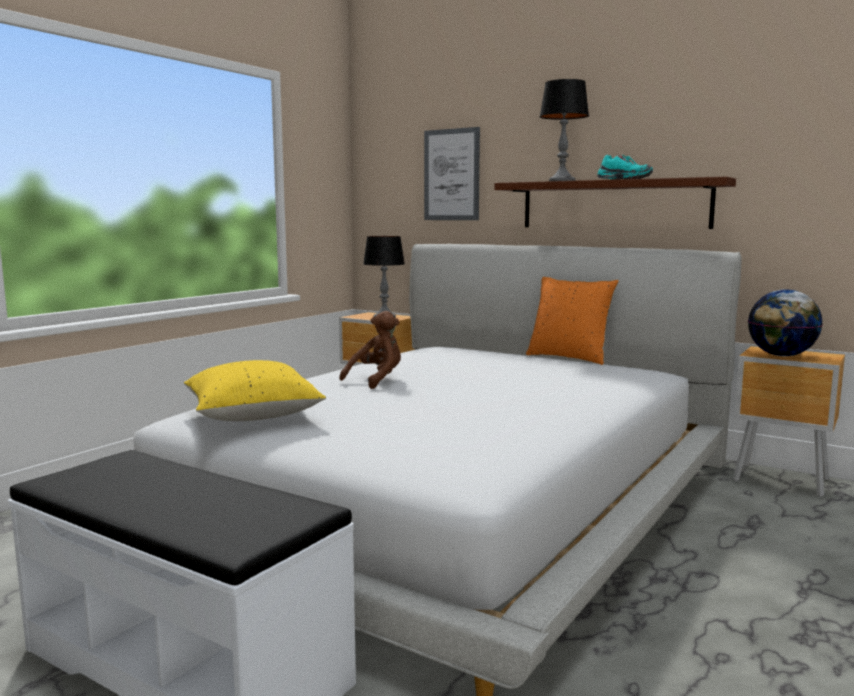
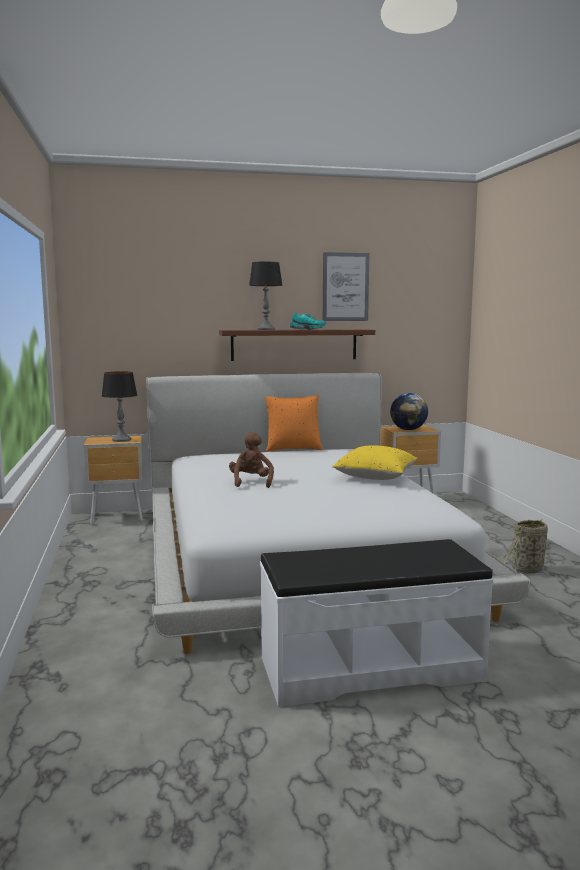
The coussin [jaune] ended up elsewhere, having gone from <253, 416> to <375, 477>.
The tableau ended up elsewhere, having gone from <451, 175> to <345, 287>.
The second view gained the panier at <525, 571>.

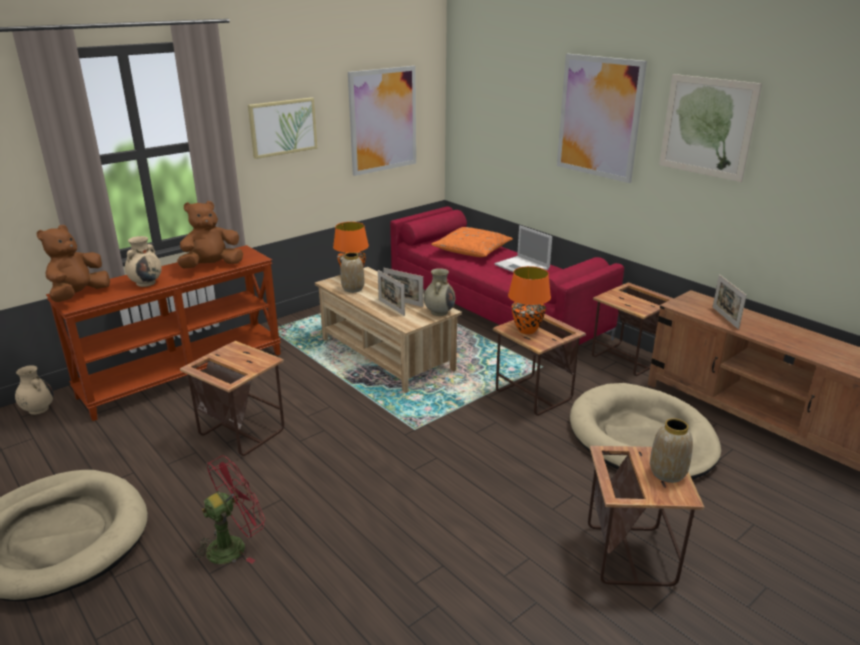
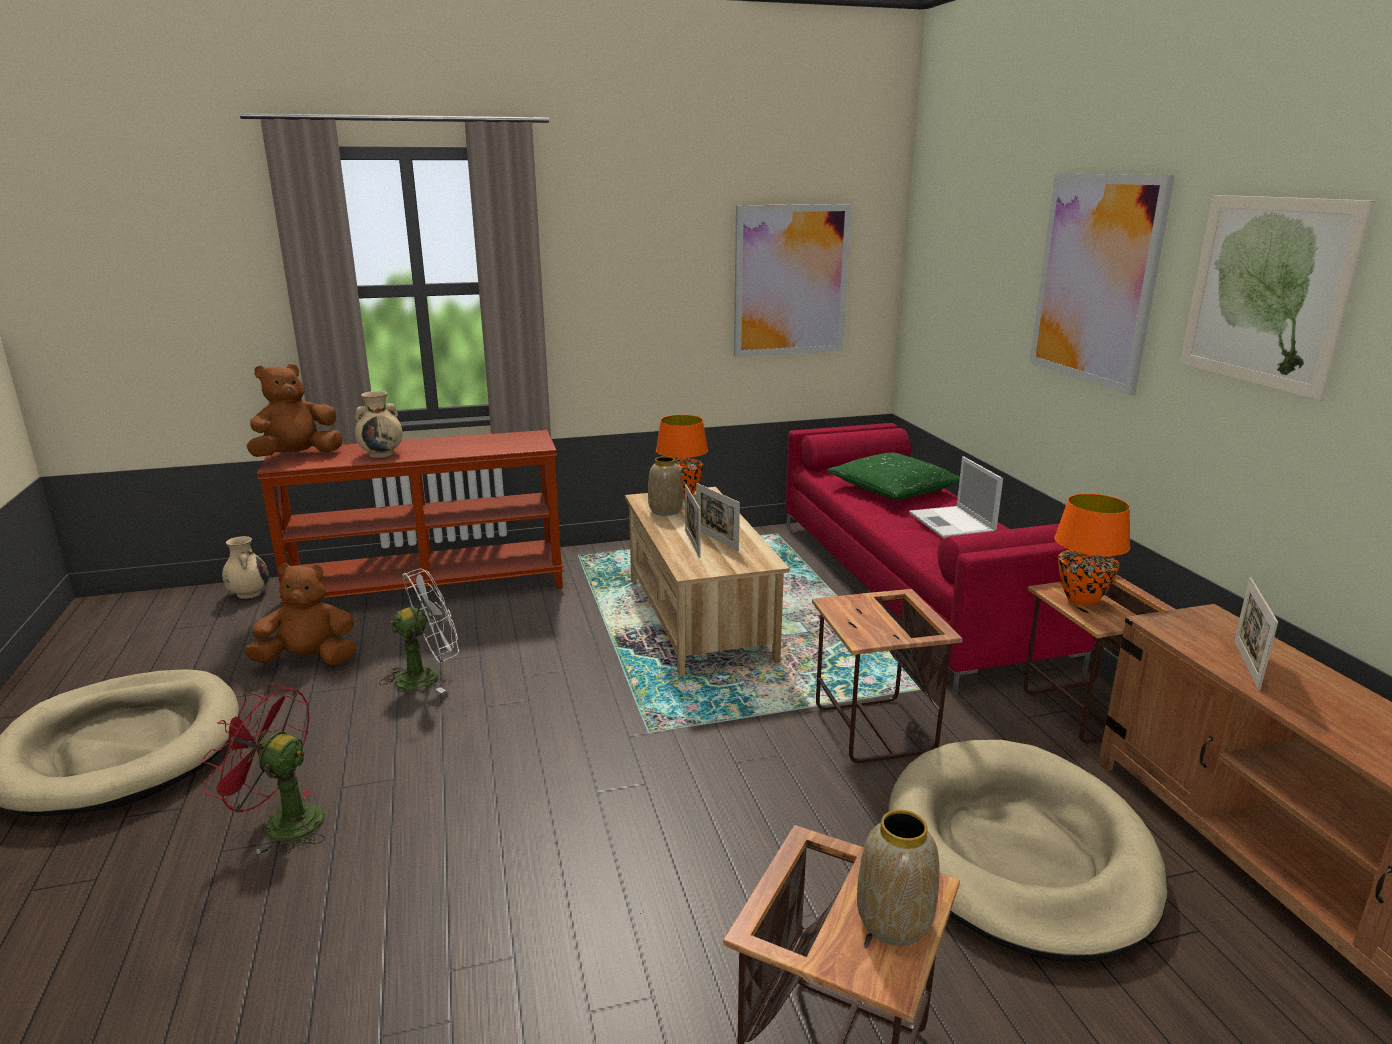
The peluche [marron] ended up elsewhere, having gone from <211, 266> to <309, 660>.
Where the table d'appoint stood at <241, 432>, the ventilateur [blanc] came to stand at <426, 676>.
The ventilateur [rouge] at <233, 545> ended up facing another way, 150 degrees counterclockwise from before.
The second view lost the tableau at <283, 127>.
The second view lost the vase [beige] at <439, 312>.
What was the coussin [orange] at <472, 250> turned into the coussin [vert] at <893, 489>.
The lampe de table [orange] ended up elsewhere, having gone from <527, 330> to <1082, 599>.

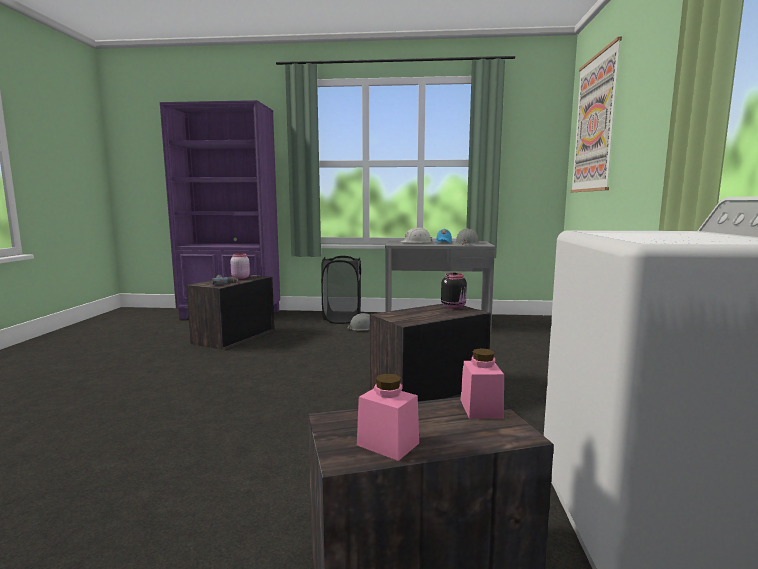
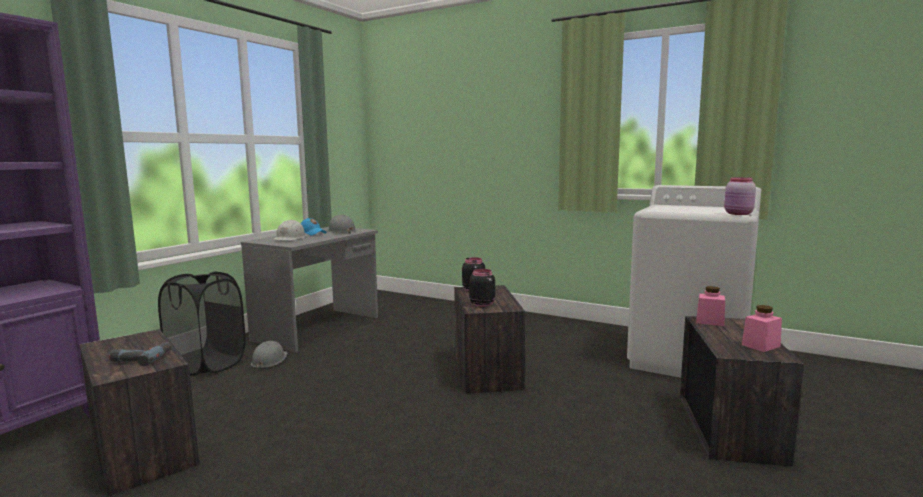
The bocal [rose] ended up elsewhere, having gone from <240, 278> to <738, 214>.
The second view lost the tableau at <594, 124>.
The second view gained the bocal [noir] at <482, 304>.

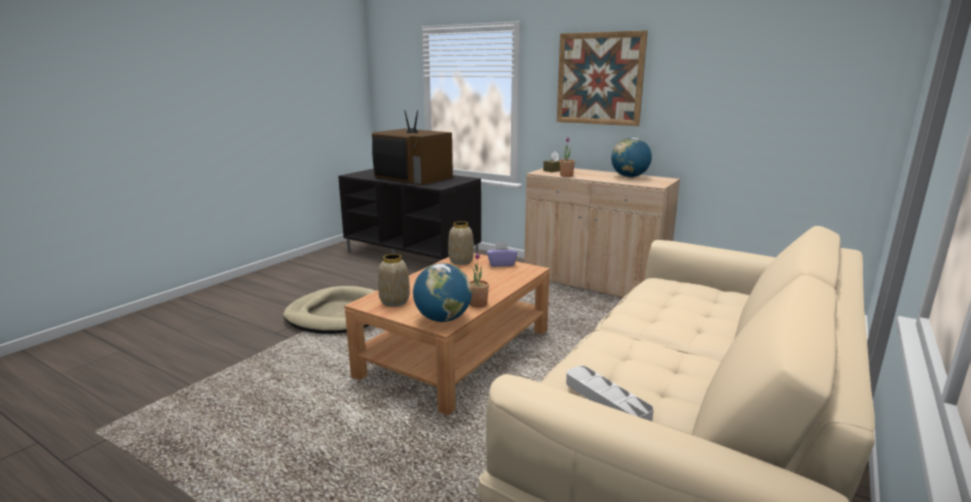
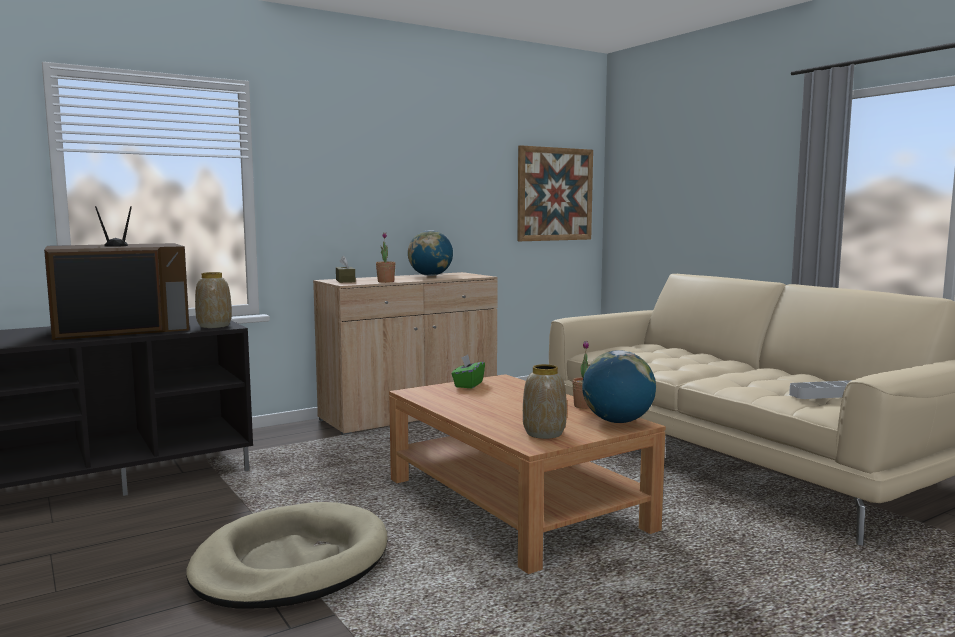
The vase ended up elsewhere, having gone from <461, 261> to <214, 326>.
What was the boîte à mouchoirs [violet] at <501, 264> turned into the boîte à mouchoirs [vert] at <468, 384>.
The tableau ended up elsewhere, having gone from <599, 79> to <555, 194>.

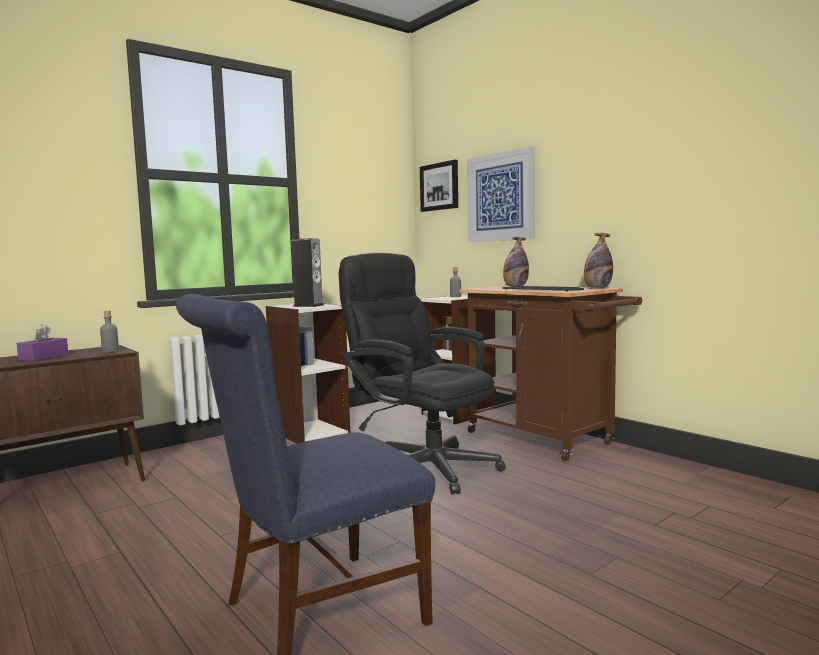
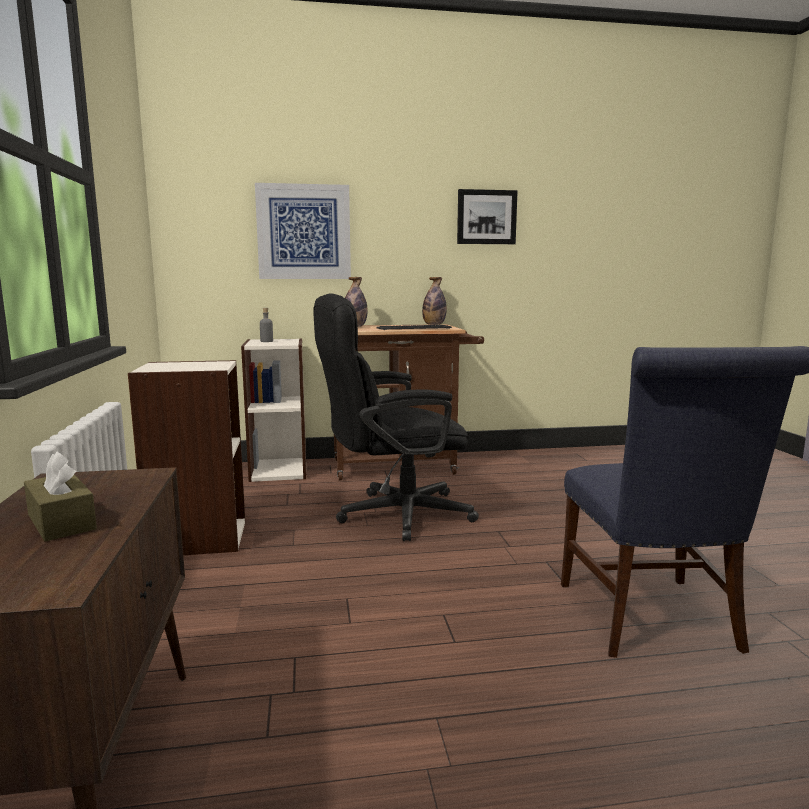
What was the boîte à mouchoirs [violet] at <44, 357> turned into the boîte à mouchoirs [marron] at <61, 522>.
The second view lost the bouteille [gris] at <110, 351>.
The second view lost the enceinte at <308, 305>.
The tableau ended up elsewhere, having gone from <439, 186> to <486, 217>.

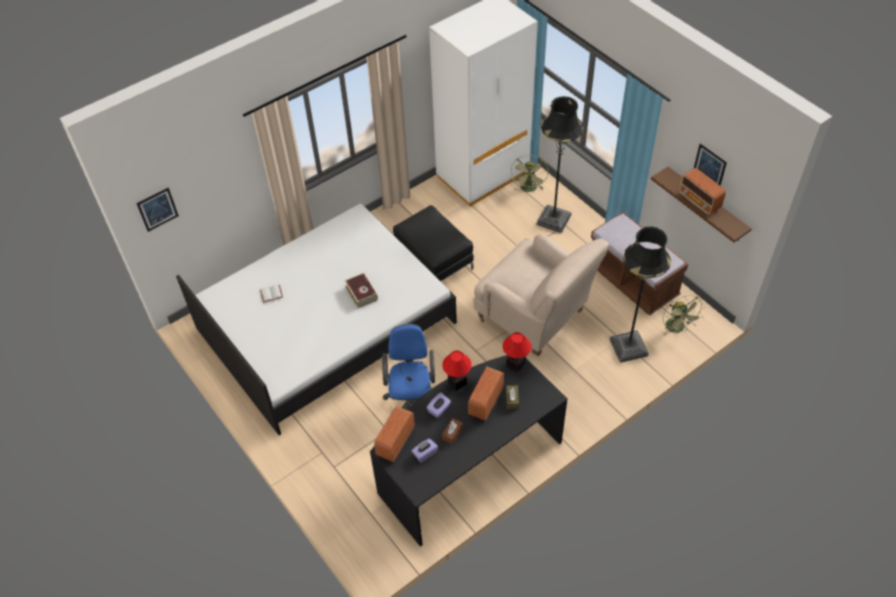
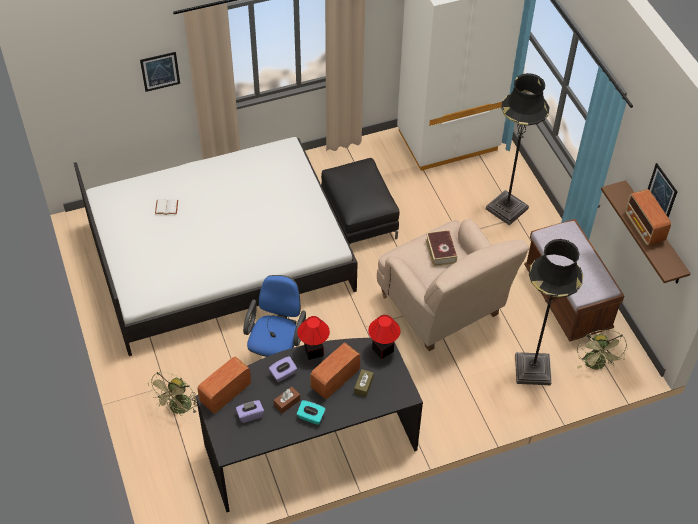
The tableau ended up elsewhere, having gone from <157, 209> to <160, 71>.
The livre ended up elsewhere, having gone from <361, 293> to <440, 251>.
The ventilateur [vert] ended up elsewhere, having gone from <529, 189> to <178, 409>.
The second view gained the boîte à mouchoirs [turquoise] at <311, 417>.

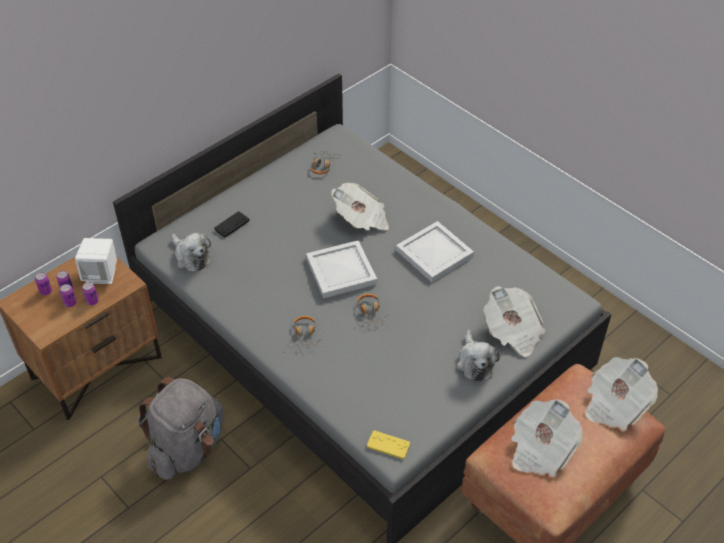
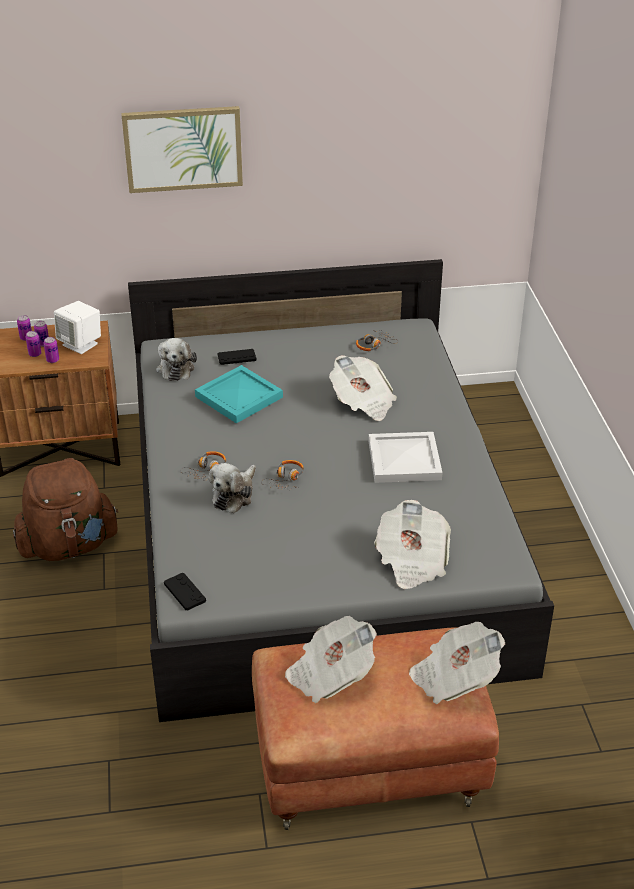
What was the sac à dos [gris] at <187, 448> turned into the sac à dos [marron] at <69, 545>.
The second view lost the plateau [blanc] at <340, 272>.
What was the manette [jaune] at <388, 445> turned into the manette [noir] at <184, 592>.
The peluche ended up elsewhere, having gone from <474, 362> to <234, 495>.
The second view gained the tableau at <183, 148>.
The second view gained the plateau [turquoise] at <237, 397>.

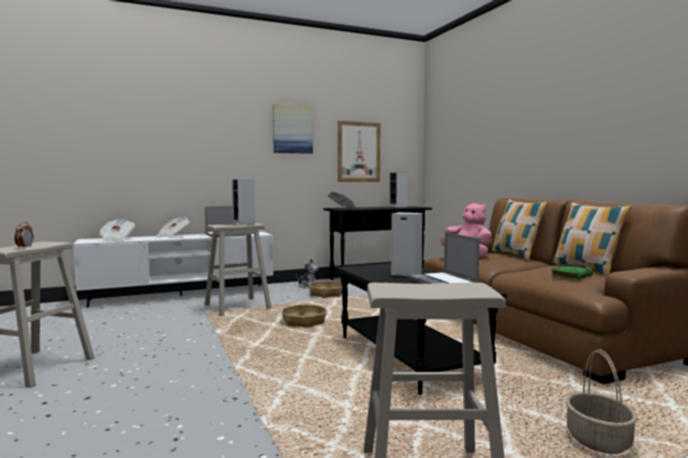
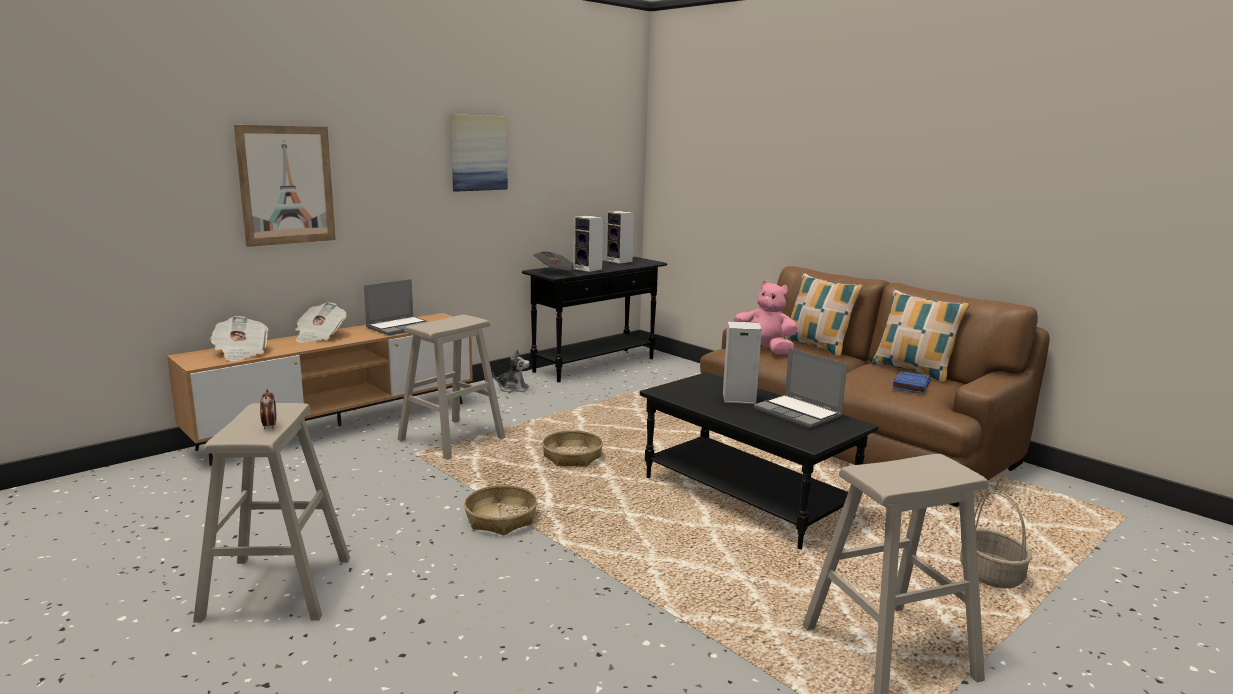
What was the meuble télé [blanc] at <181, 295> turned into the meuble télé [marron] at <340, 425>.
The enceinte ended up elsewhere, having gone from <244, 224> to <588, 269>.
The panier ended up elsewhere, having gone from <326, 294> to <501, 519>.
The tableau ended up elsewhere, having gone from <359, 152> to <286, 185>.
What was the livre [vert] at <572, 275> turned into the livre [bleu] at <911, 385>.

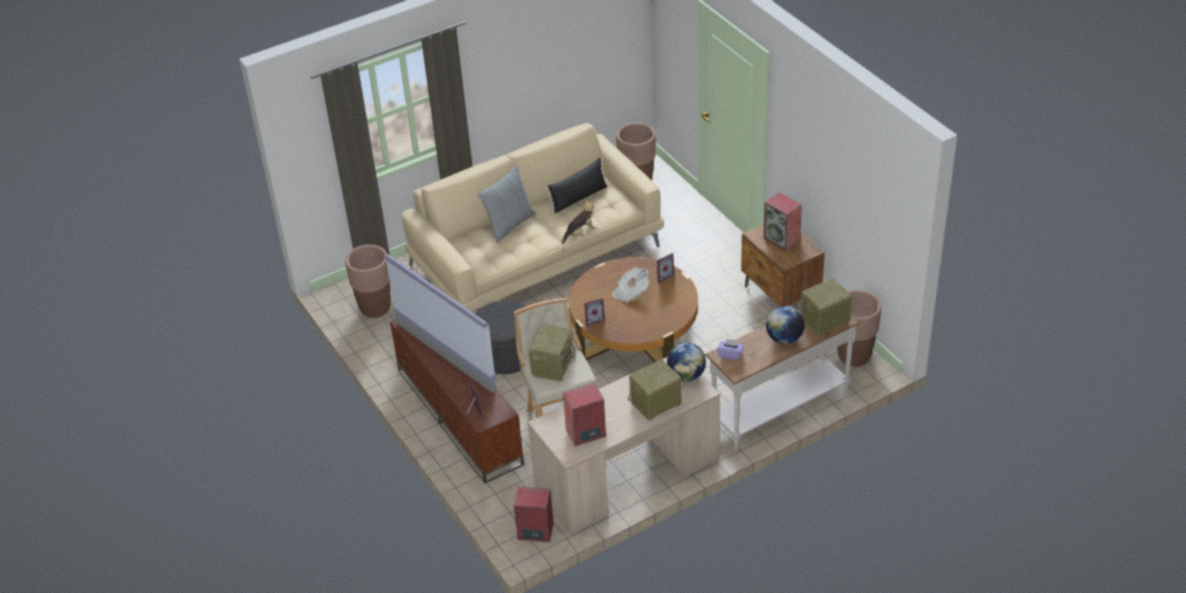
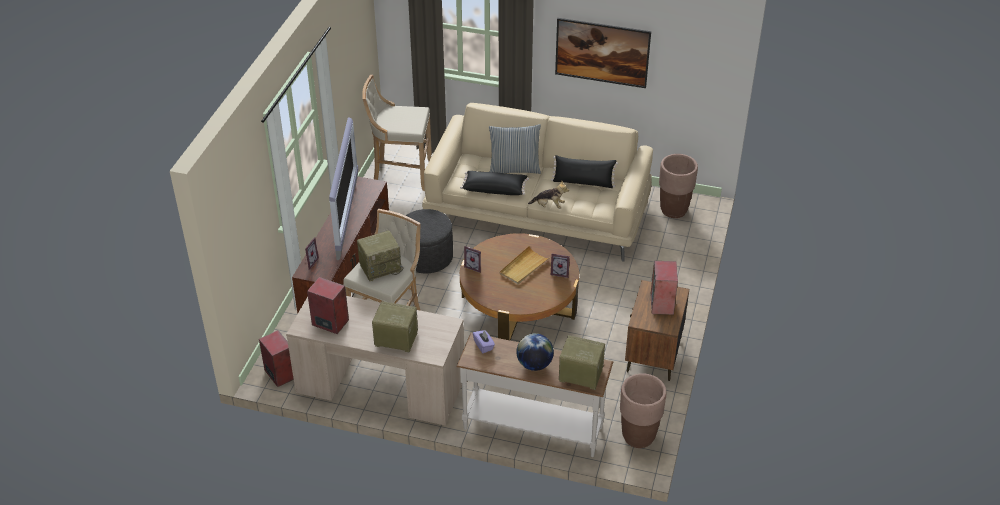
Where the cache-pot [marron] stood at <375, 308>, the tabouret [beige] came to stand at <400, 174>.
Where the journal stood at <630, 292>, the plateau [beige] came to stand at <523, 267>.
The second view lost the globe at <686, 375>.
The second view gained the coussin [noir] at <494, 189>.
The second view gained the tableau at <601, 66>.

